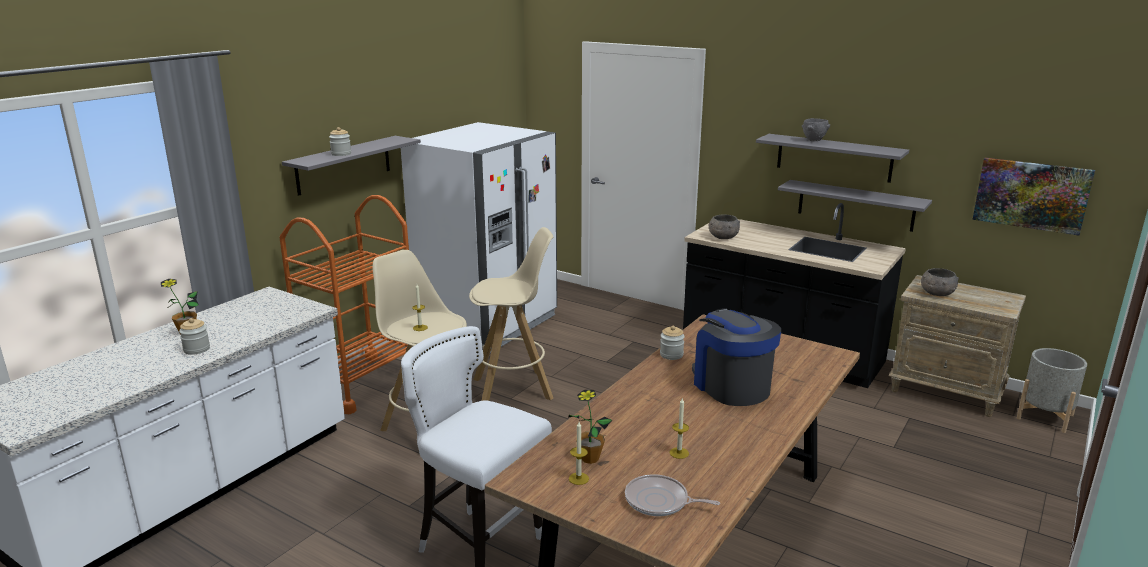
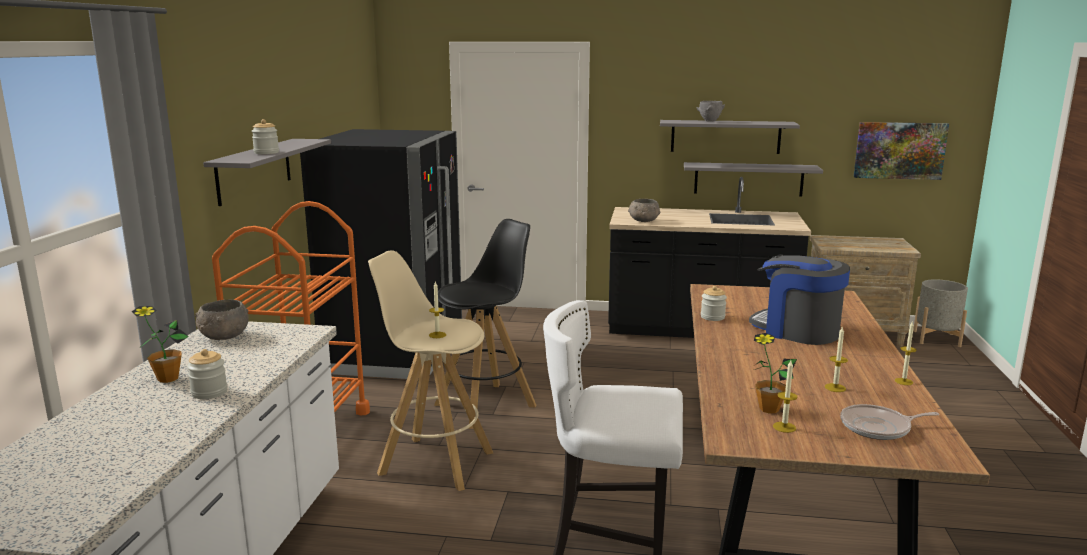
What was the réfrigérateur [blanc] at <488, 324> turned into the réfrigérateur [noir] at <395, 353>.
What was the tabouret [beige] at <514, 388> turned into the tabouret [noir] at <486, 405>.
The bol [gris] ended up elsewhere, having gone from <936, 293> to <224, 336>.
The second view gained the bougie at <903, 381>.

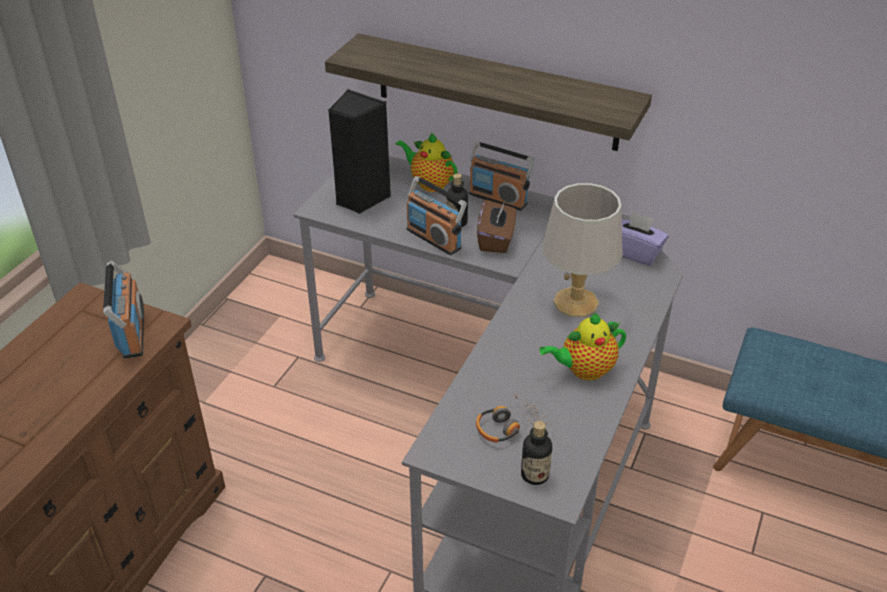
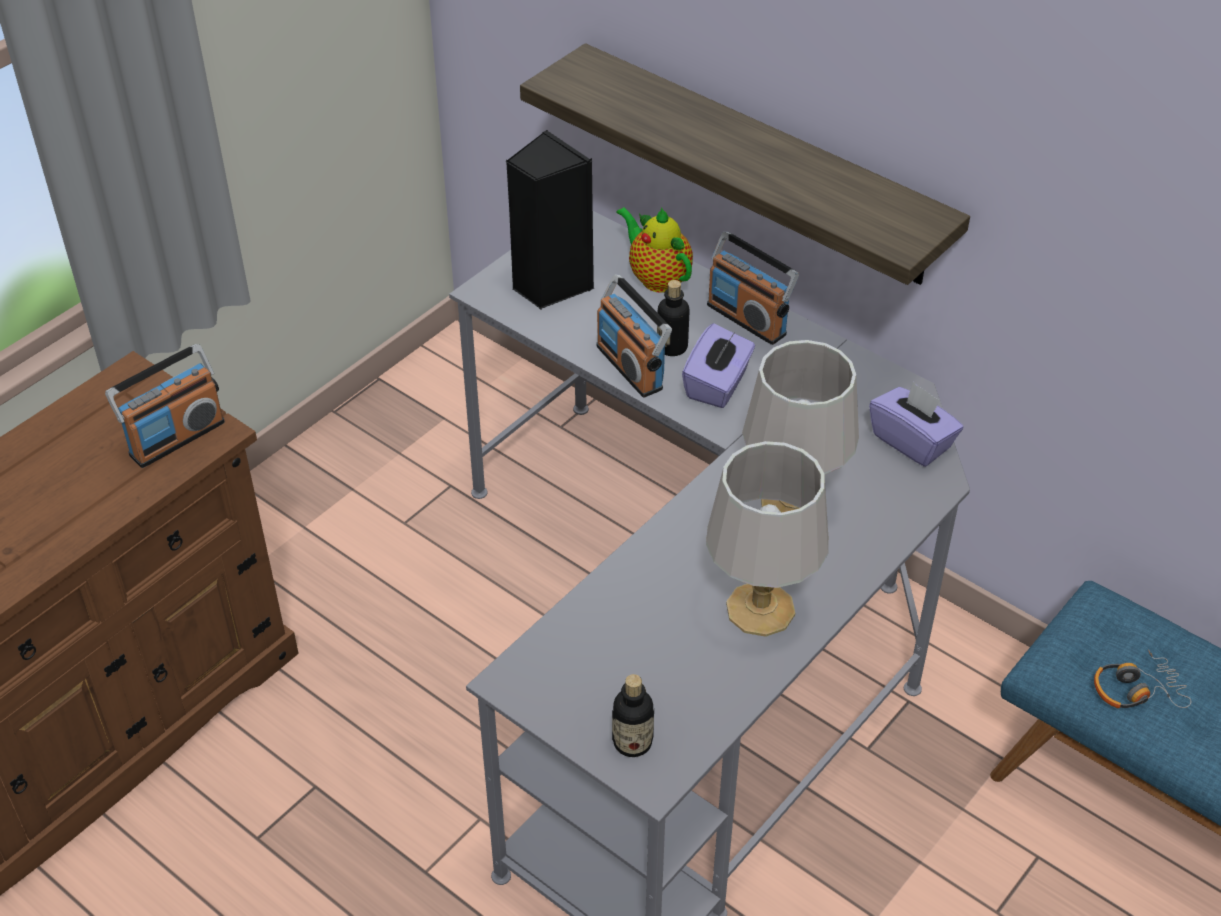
The radio at <132, 333> ended up facing another way, 45 degrees clockwise from before.
The casque audio ended up elsewhere, having gone from <510, 426> to <1136, 690>.
What was the boîte à mouchoirs [marron] at <496, 240> turned into the boîte à mouchoirs [violet] at <718, 385>.
Where the théière stood at <584, 370>, the lampe de table [gris] came to stand at <761, 608>.

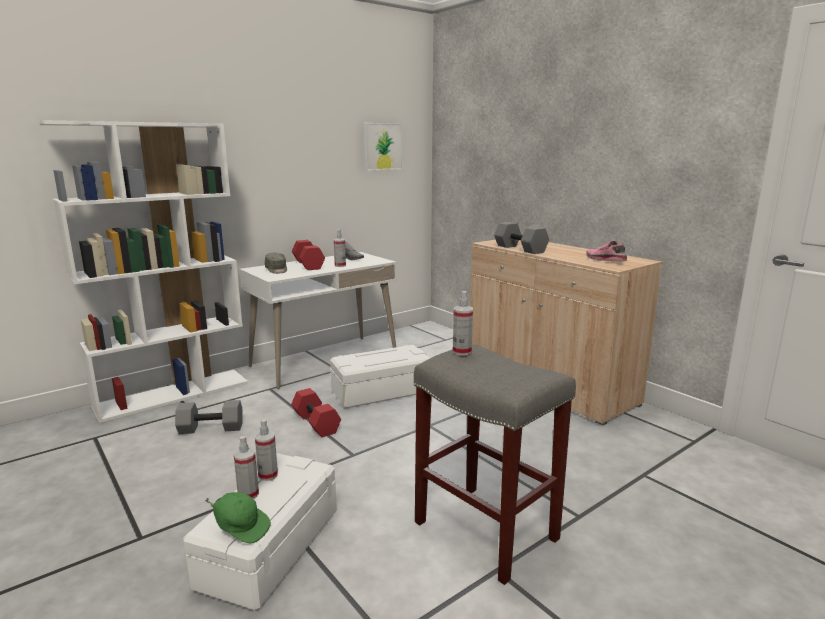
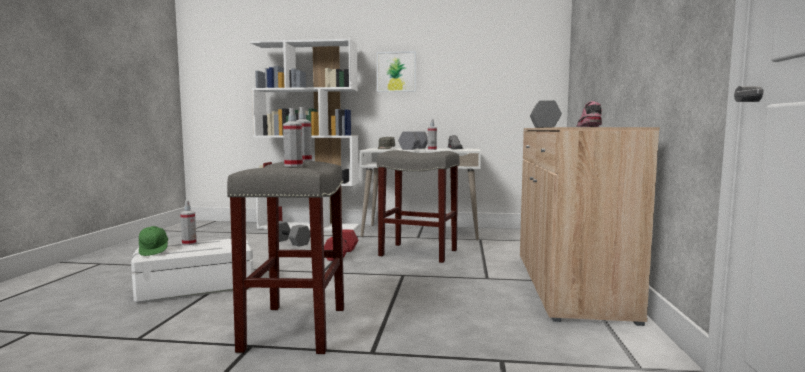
The vaporisateur ended up elsewhere, having gone from <268, 475> to <293, 165>.
What was the haltère [rouge] at <307, 265> turned into the haltère [gris] at <413, 148>.
Where the boîte de rangement [blanc] stood at <381, 392>, the tabouret [gris] came to stand at <417, 253>.
The tableau ended up elsewhere, having gone from <383, 146> to <396, 72>.

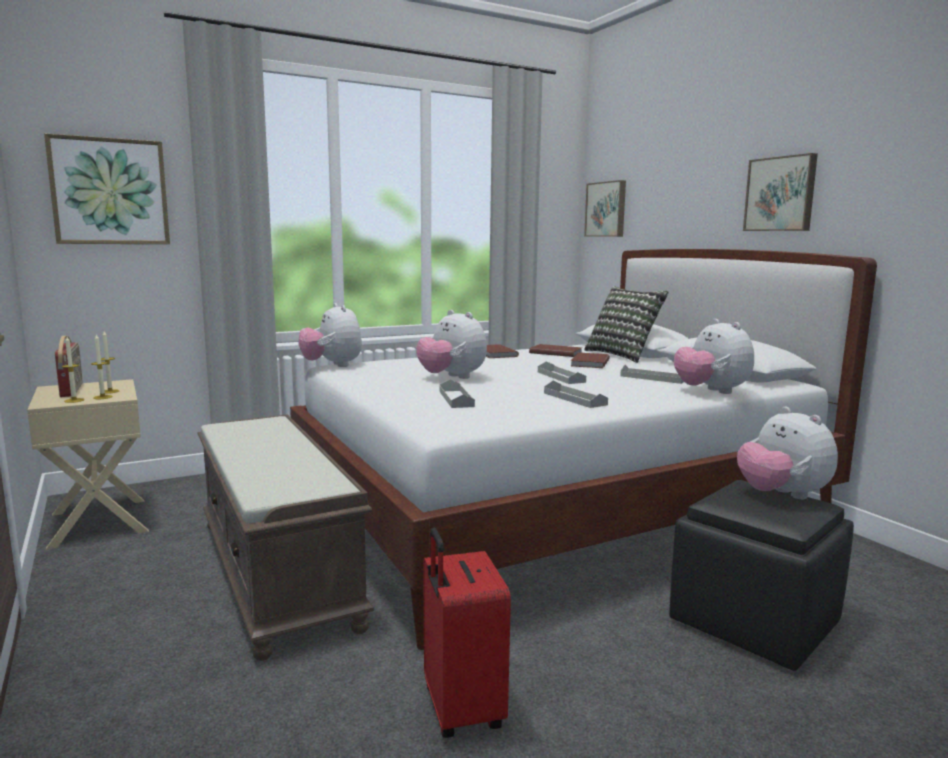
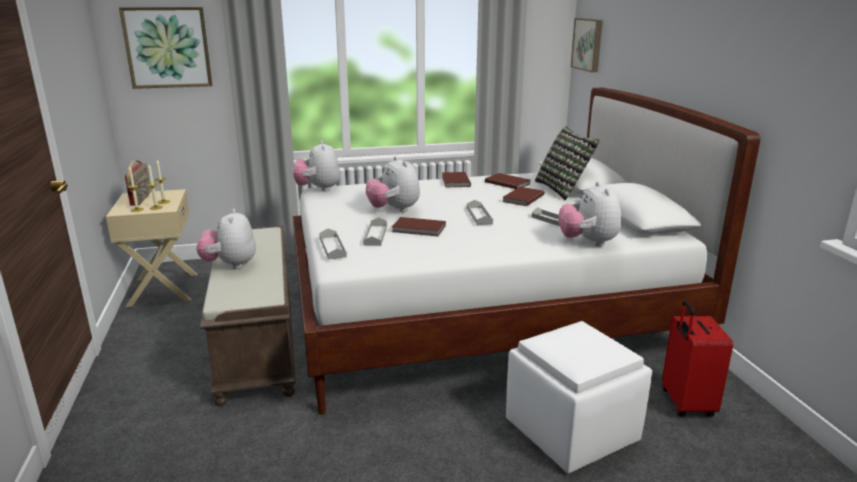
The valise [rouge] ended up elsewhere, having gone from <460, 709> to <685, 404>.
The plateau [gris] ended up elsewhere, having gone from <574, 399> to <332, 247>.
What was the pouf [noir] at <752, 622> turned into the pouf [blanc] at <569, 431>.
The peluche ended up elsewhere, having gone from <782, 495> to <230, 265>.
The second view lost the tableau at <781, 194>.
The second view gained the livre [marron] at <419, 229>.

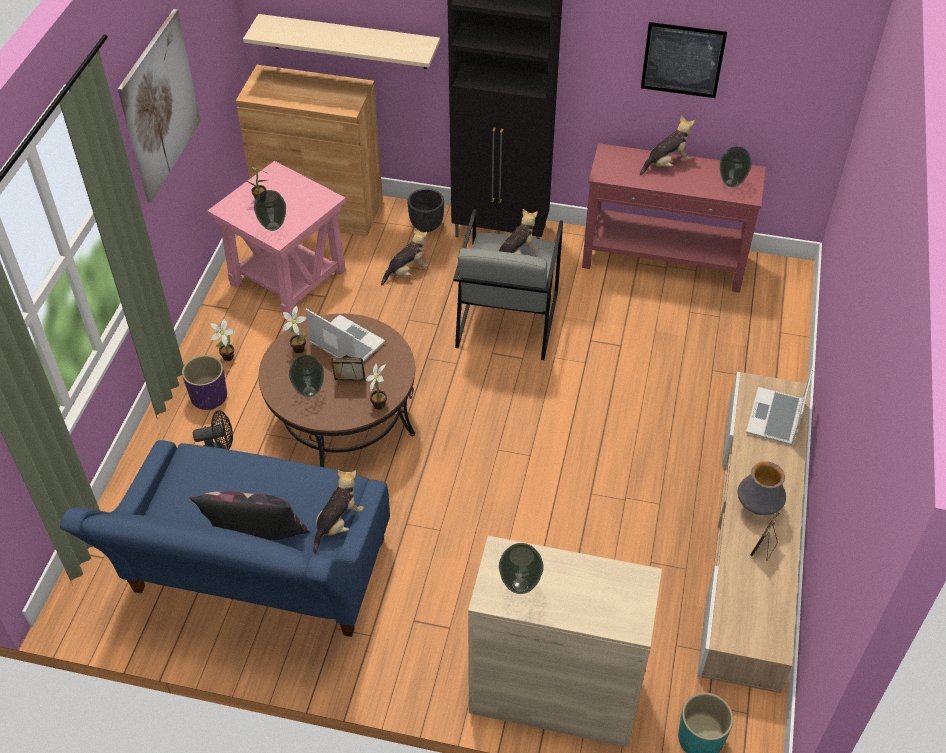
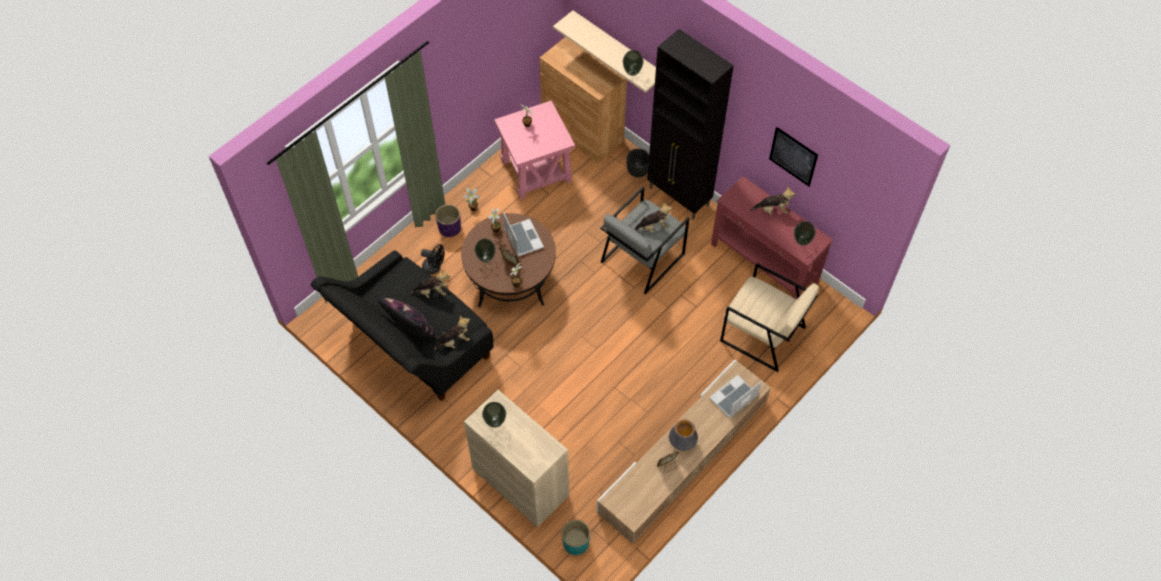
What was the canapé [bleu] at <255, 579> turned into the canapé [noir] at <413, 346>.
The second view lost the tableau at <160, 105>.
The vase ended up elsewhere, having gone from <273, 227> to <632, 72>.
The peluche ended up elsewhere, having gone from <407, 272> to <432, 292>.
The second view gained the fauteuil [beige] at <762, 334>.

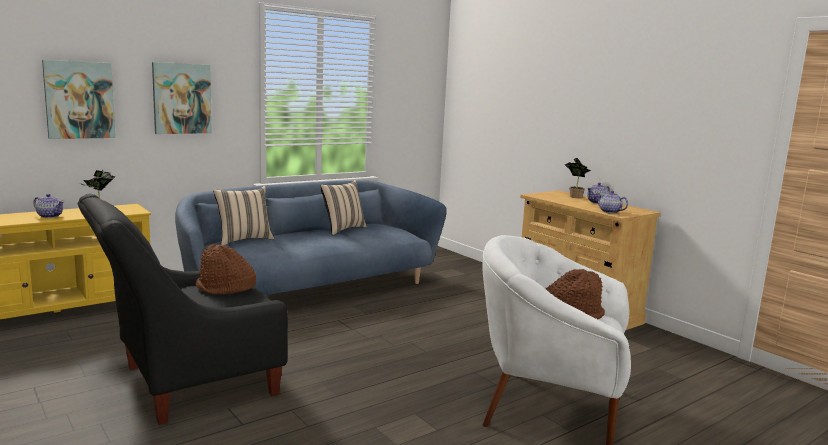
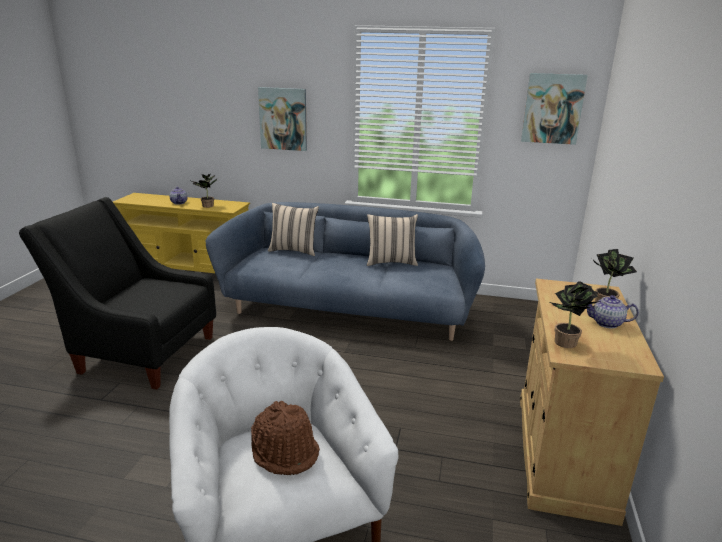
The tableau ended up elsewhere, having gone from <79, 100> to <552, 108>.
The second view lost the chapeau [marron] at <225, 288>.
Where the théière stood at <609, 212>, the plante en pot came to stand at <567, 344>.

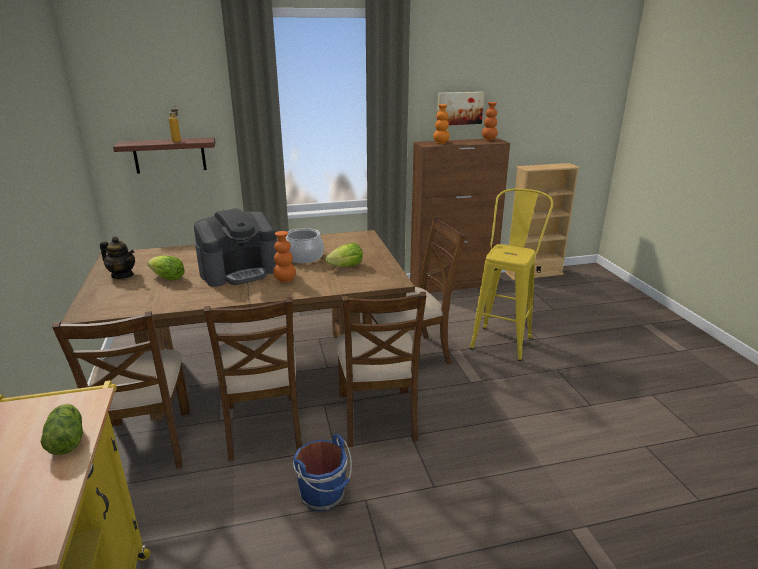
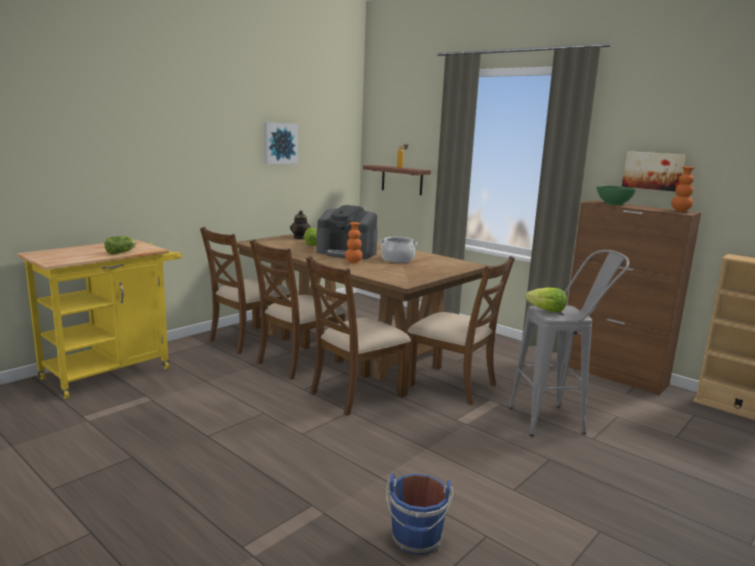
The seau [bleu] ended up elsewhere, having gone from <324, 495> to <416, 540>.
The laitue ended up elsewhere, having gone from <346, 266> to <546, 311>.
Where the vase [orange] stood at <441, 143>, the bol [vert] came to stand at <613, 204>.
What was the tabouret [jaune] at <503, 339> turned into the tabouret [gris] at <557, 420>.
The second view gained the tableau at <279, 143>.

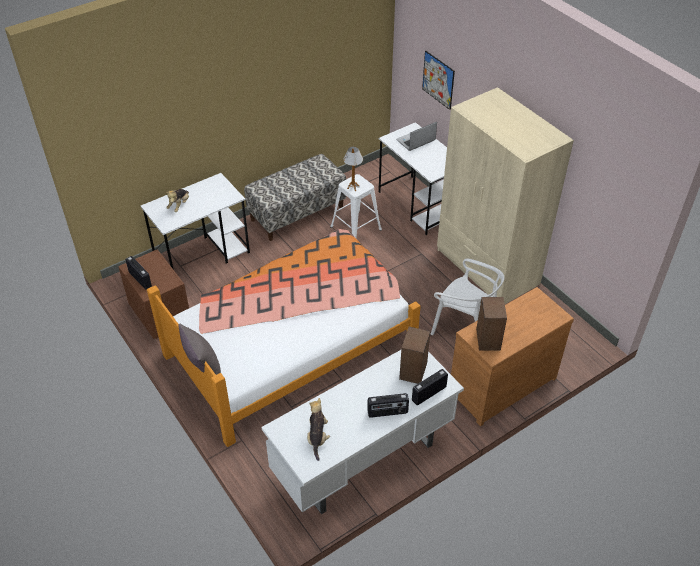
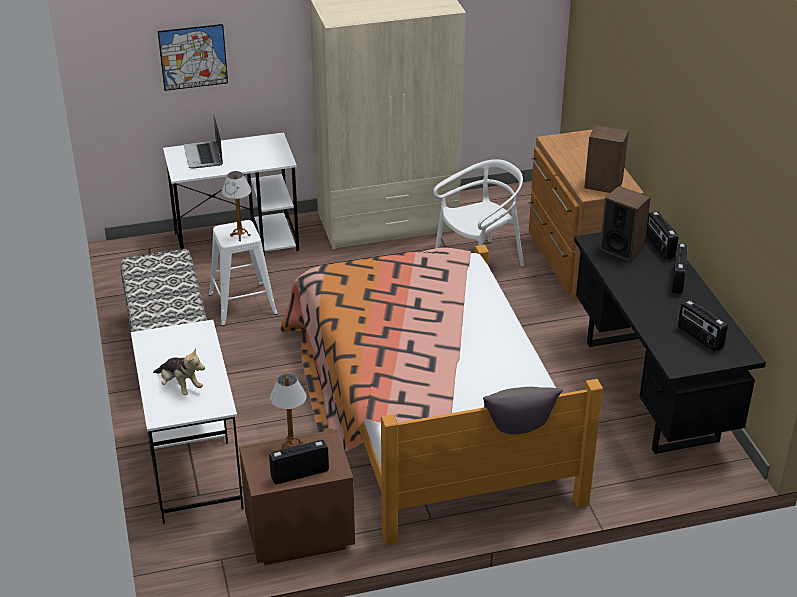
What was the bureau [blanc] at <363, 461> turned into the bureau [noir] at <651, 390>.
Where the peluche stood at <317, 437>, the radio came to stand at <699, 338>.
The second view gained the lampe de table at <291, 446>.

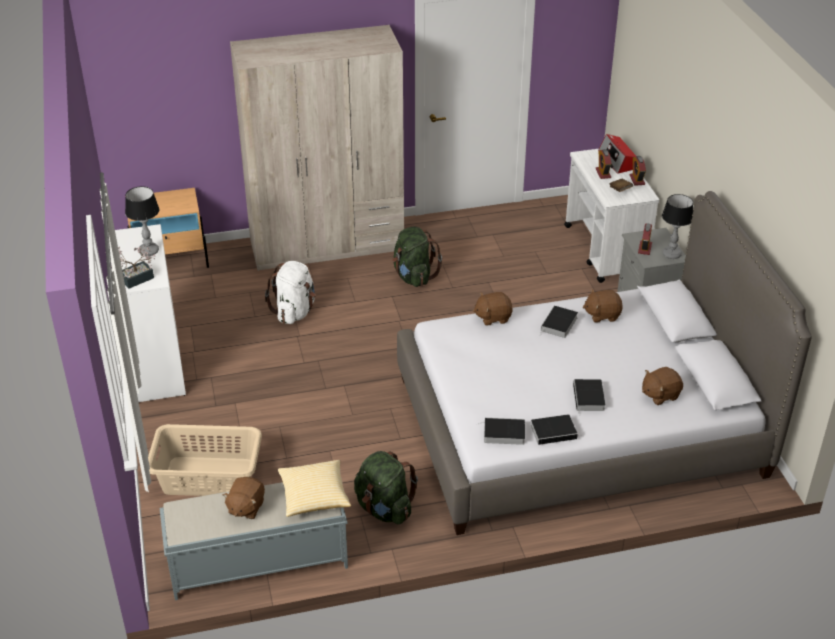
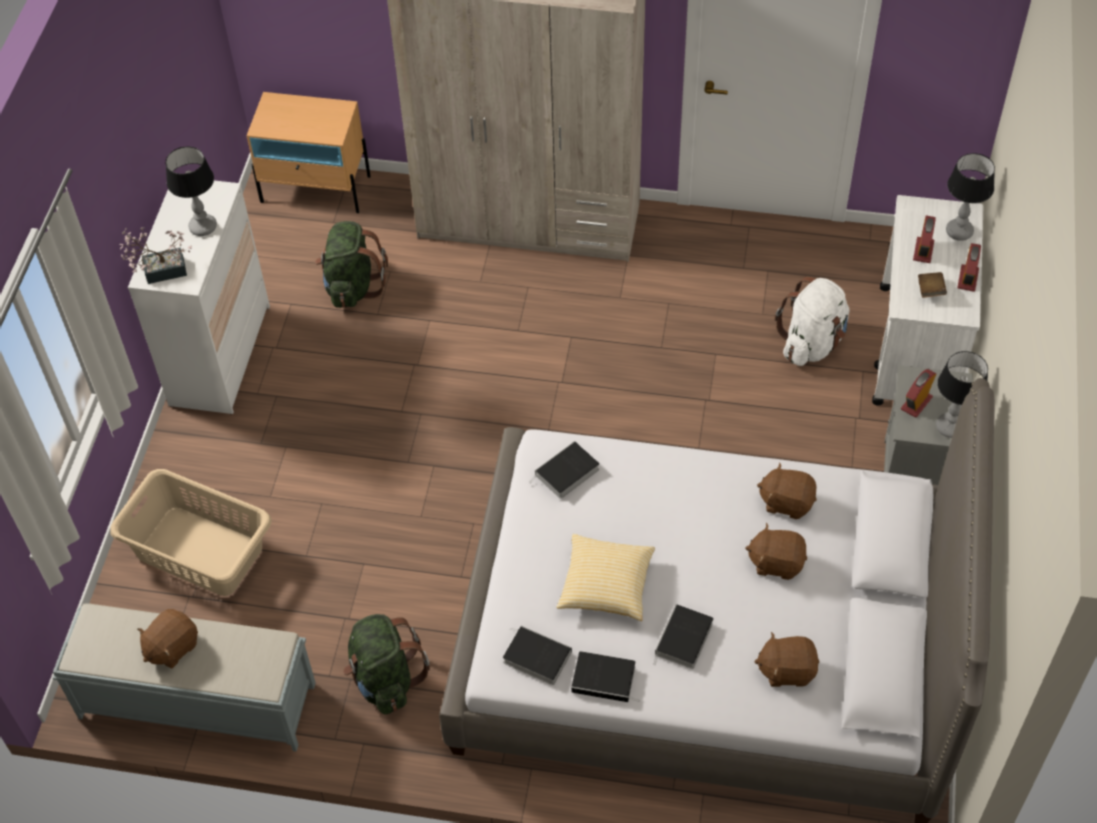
The sac à dos [blanc] ended up elsewhere, having gone from <295, 312> to <812, 343>.
The coussin ended up elsewhere, having gone from <314, 496> to <606, 586>.
The sac à dos [vert] ended up elsewhere, having gone from <413, 277> to <352, 286>.
The peluche [marron] ended up elsewhere, having gone from <493, 317> to <776, 562>.
The livre ended up elsewhere, having gone from <559, 325> to <566, 473>.
Where the radio stood at <617, 160>, the lampe de table came to stand at <959, 232>.

